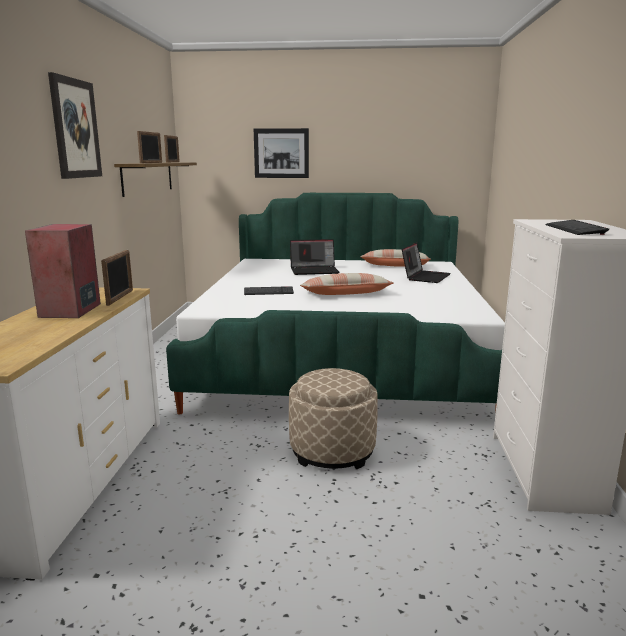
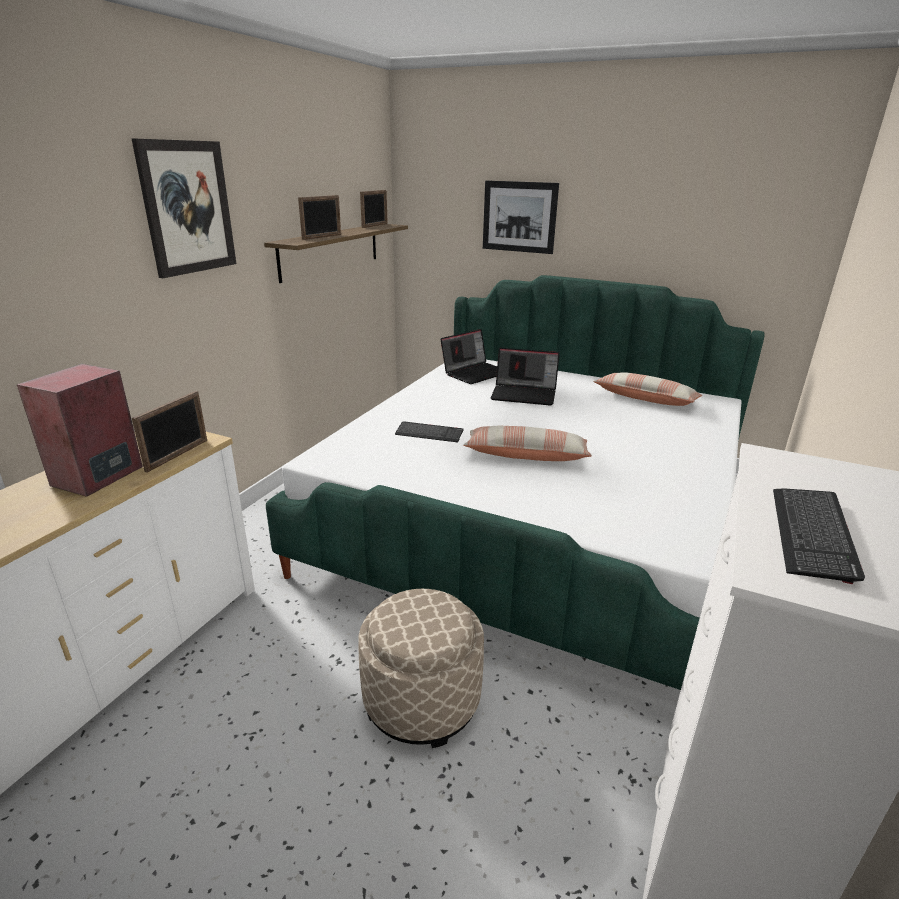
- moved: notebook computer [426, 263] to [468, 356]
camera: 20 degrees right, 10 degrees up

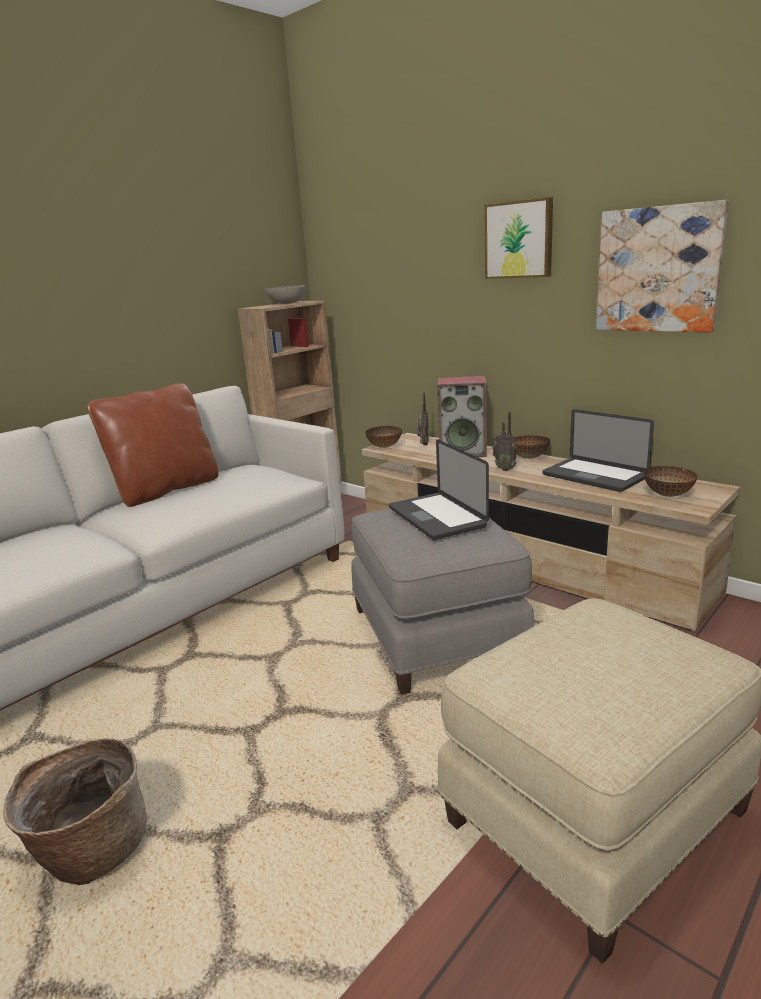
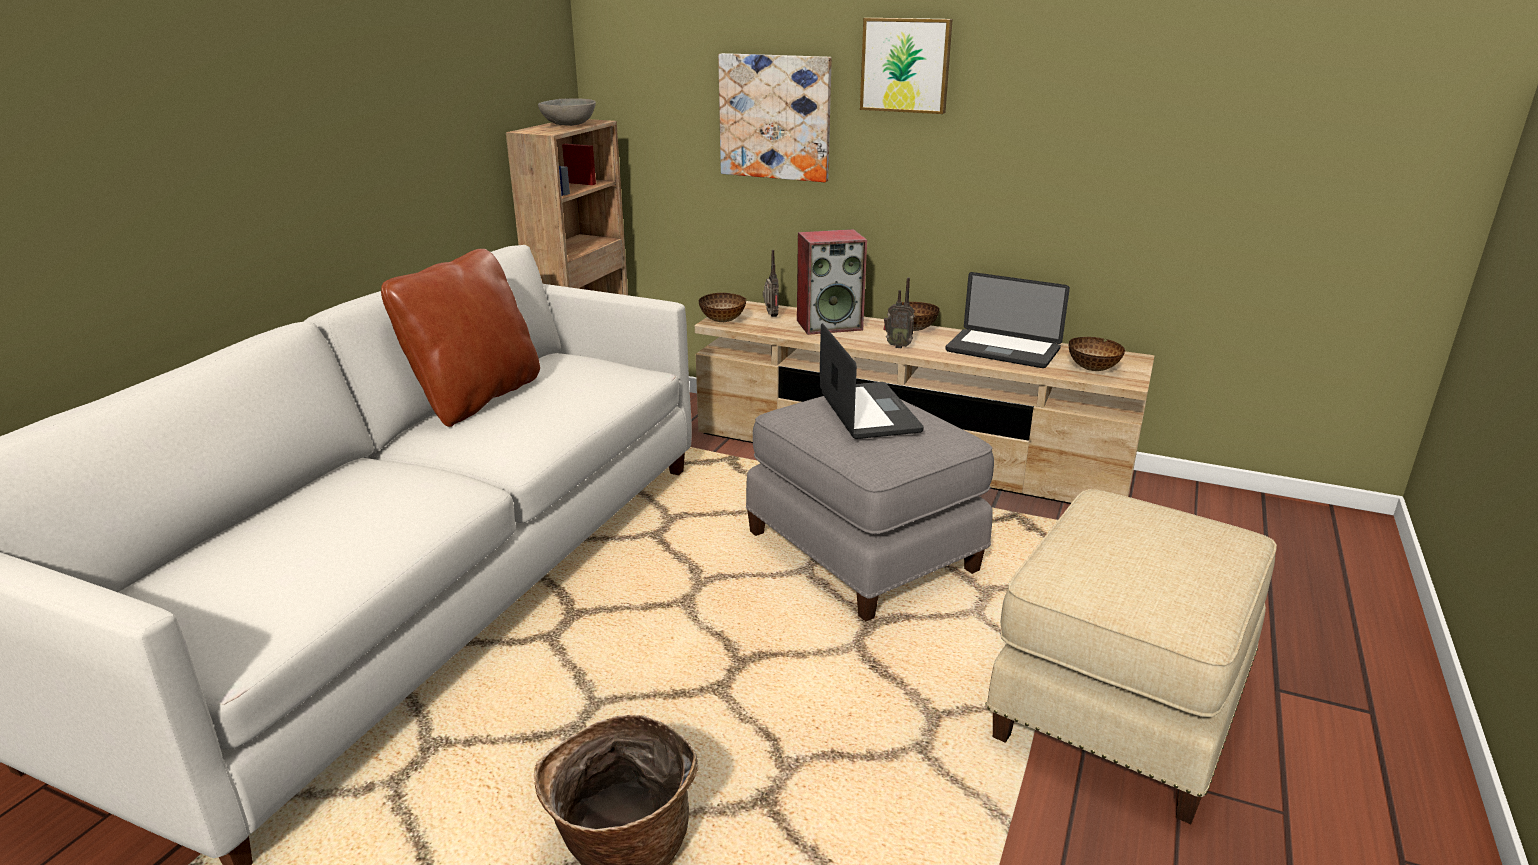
- moved: picture [662, 266] to [775, 117]
- turned: notebook computer [439, 489] = [871, 381] 150 degrees counterclockwise
camera: 20 degrees left, 5 degrees up

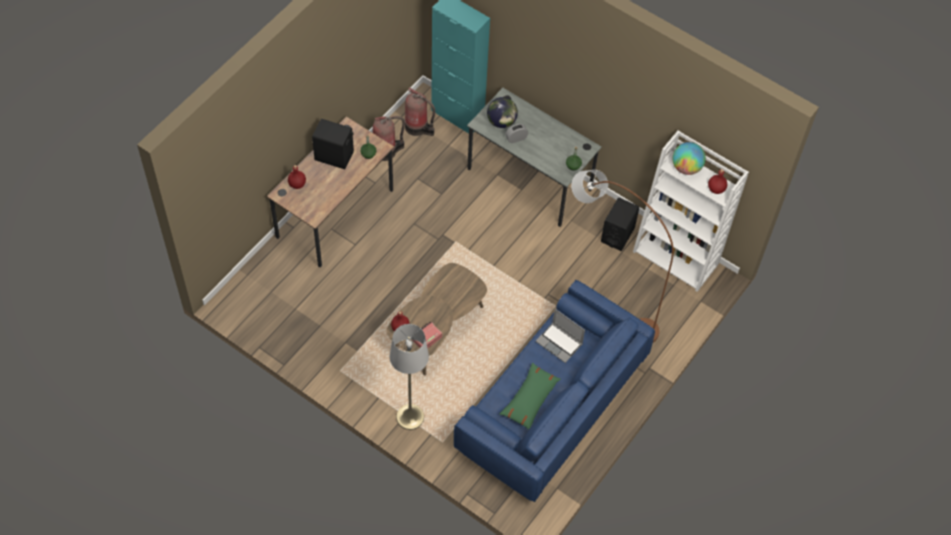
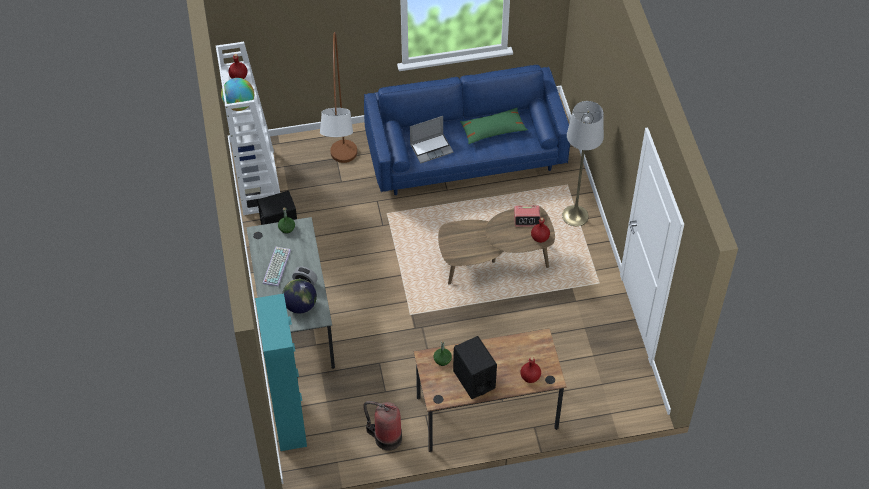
- removed: fire extinguisher [420, 111]
- added: computer keyboard [277, 267]
- turned: notebook computer [560, 336] = [432, 139] 75 degrees clockwise
camera: 135 degrees left, 5 degrees down

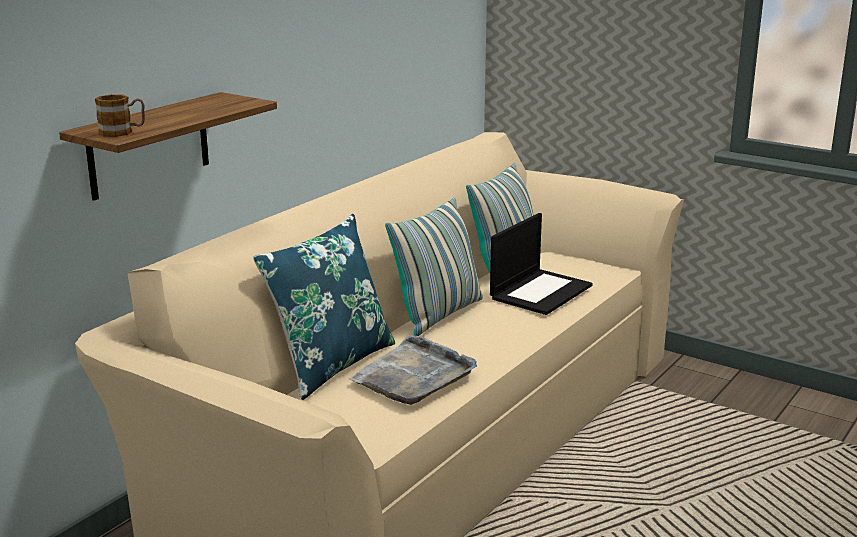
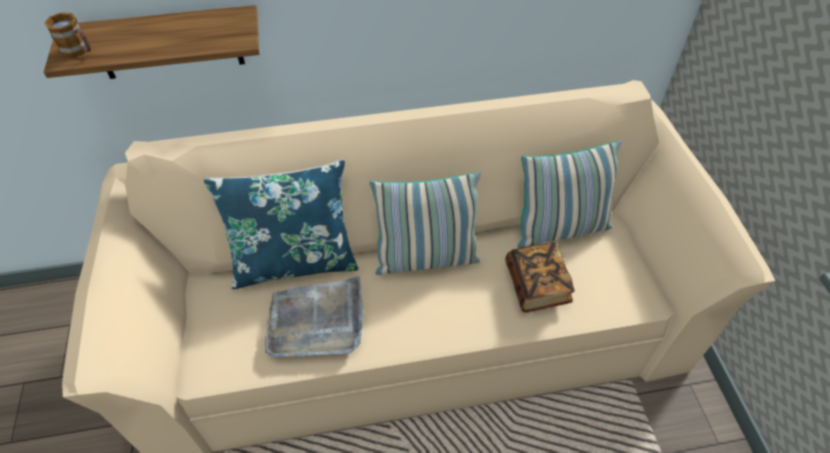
- replaced: notebook computer [541, 264] to book [540, 277]
camera: 45 degrees right, 30 degrees up

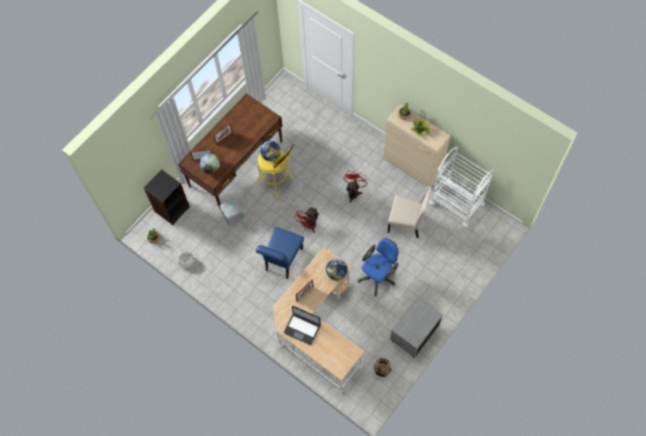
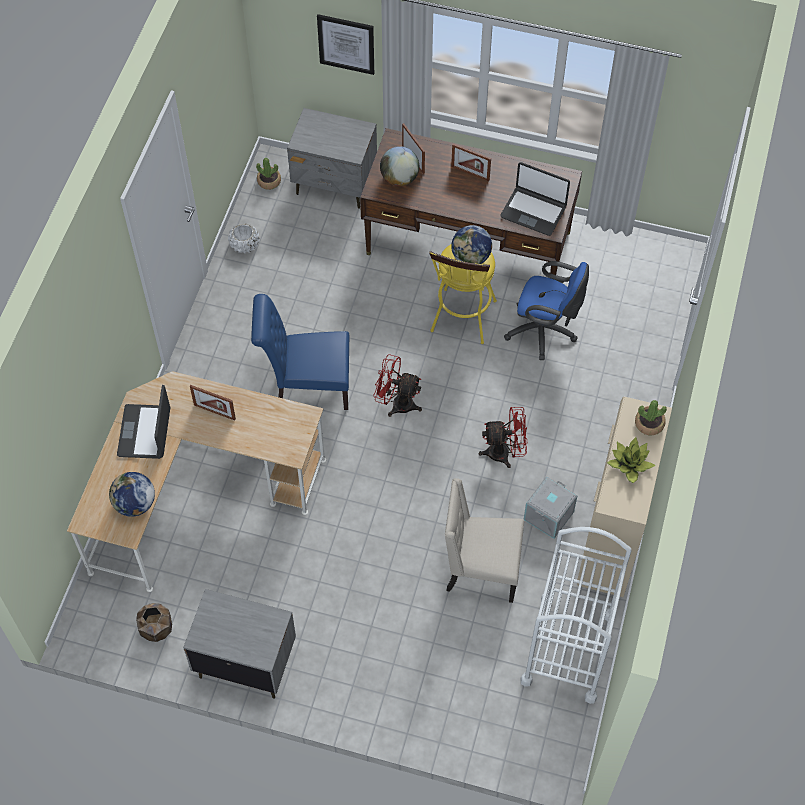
- added: picture [345, 44]
- added: notebook computer [535, 199]
- moved: storage box/grey [232, 211] to [550, 507]
- moved: desk globe [337, 270] to [132, 494]
- moved: office chair/blue [377, 267] to [546, 310]
- replaced: bookshelf/black [167, 197] to night table/grey [332, 158]
- turned: chair/sand-coloured [410, 212] = [484, 540] 105 degrees clockwise
camera: 65 degrees right, 5 degrees down

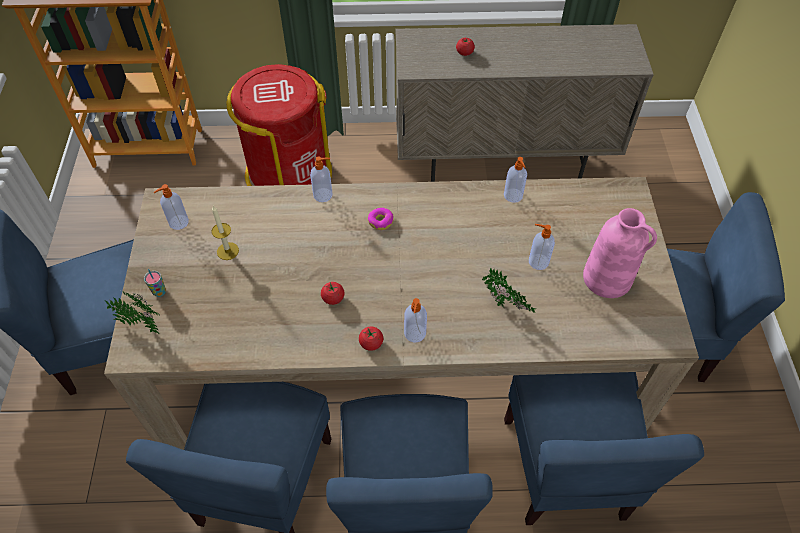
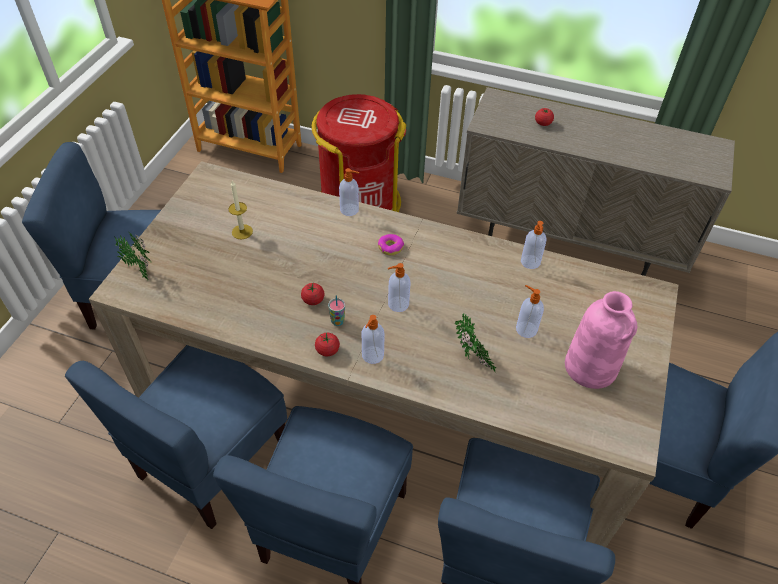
- moved: cup [155, 283] to [336, 310]
- moved: soap bottle [171, 207] to [399, 287]
camera: 20 degrees right, 5 degrees down

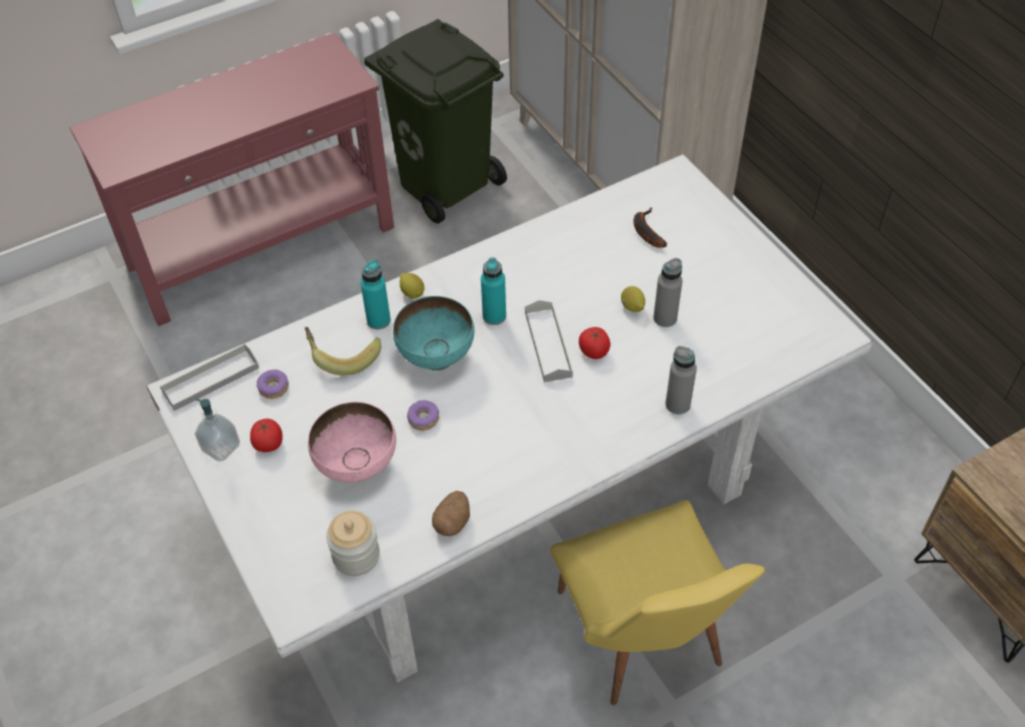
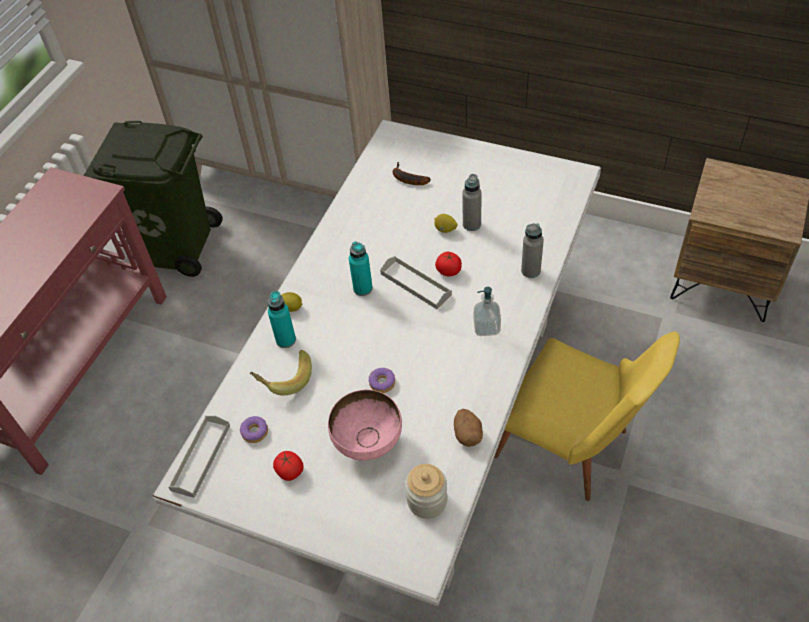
- removed: bowl/turquoise-coloured [433, 333]
- moved: soap bottle [217, 430] to [487, 311]
camera: 35 degrees left, 0 degrees up

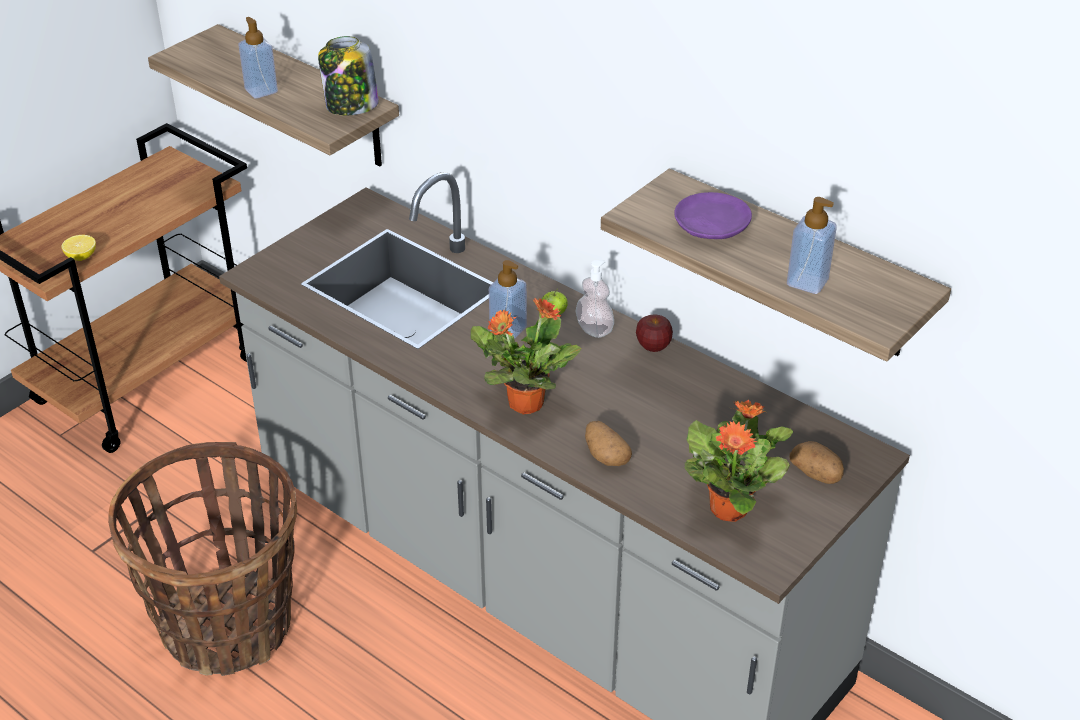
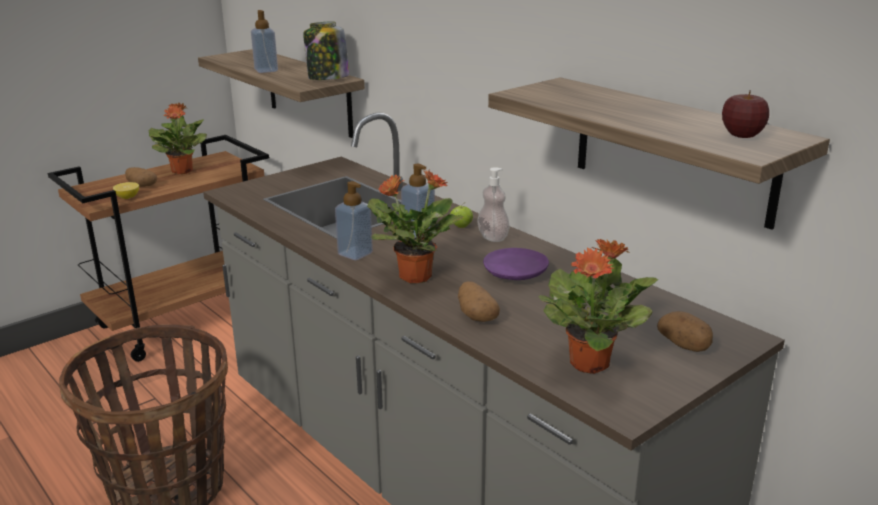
- added: whole potato [141, 177]
- added: potted plant [178, 138]
- moved: apple fruit [654, 333] to [745, 114]
- moved: dinner plate/purplish [713, 215] to [516, 264]
- moved: soap bottle [812, 245] to [354, 220]
camera: 10 degrees right, 15 degrees down

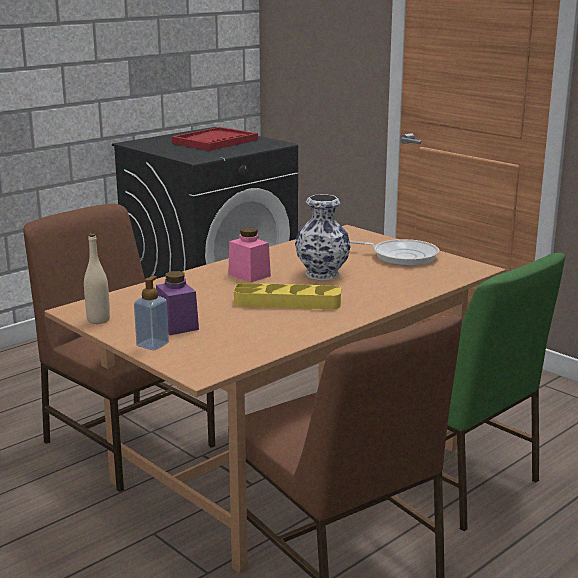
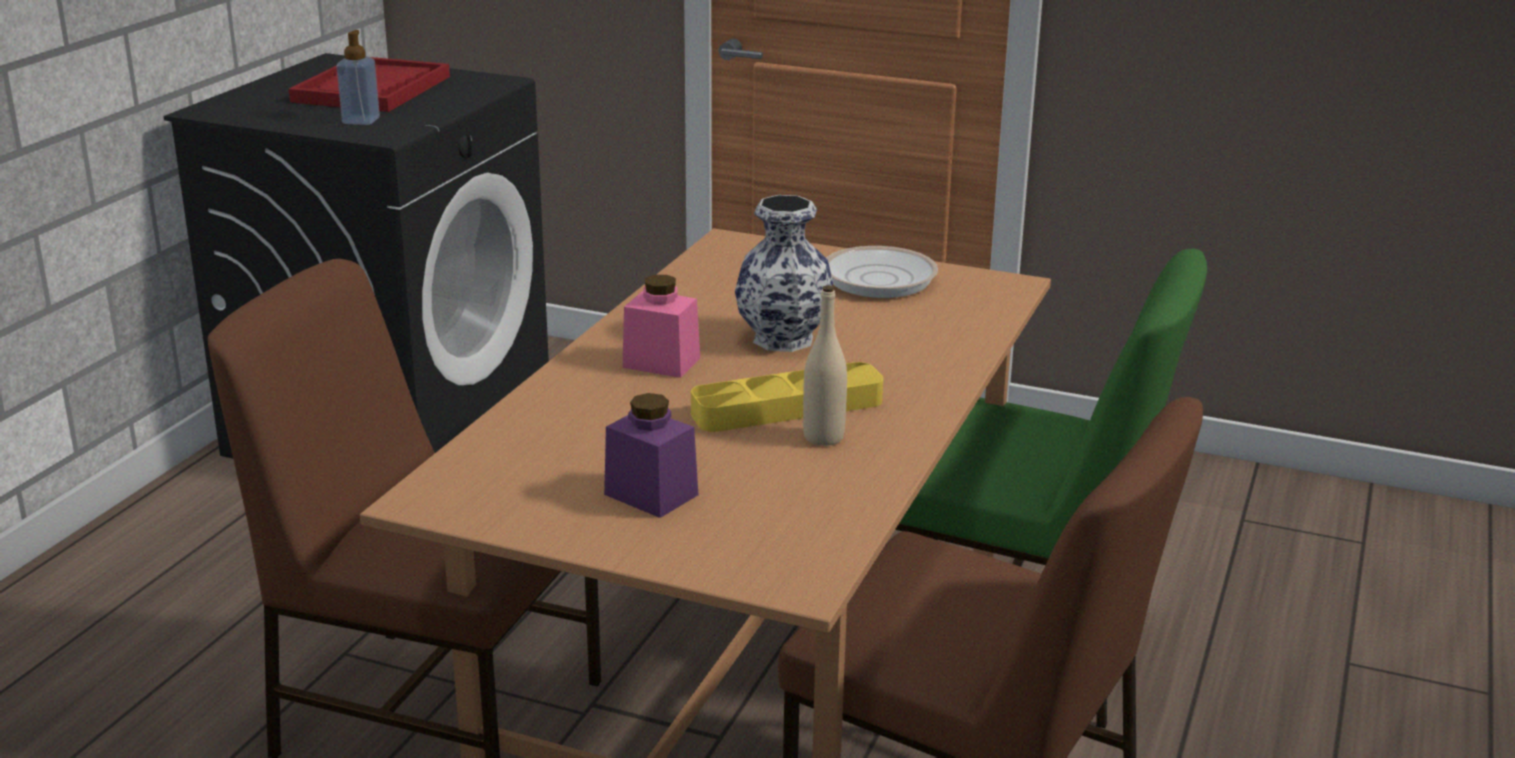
- moved: drink bottle/sand-coloured [97, 279] to [825, 365]
- moved: soap bottle [151, 313] to [358, 77]
camera: 25 degrees left, 5 degrees up

